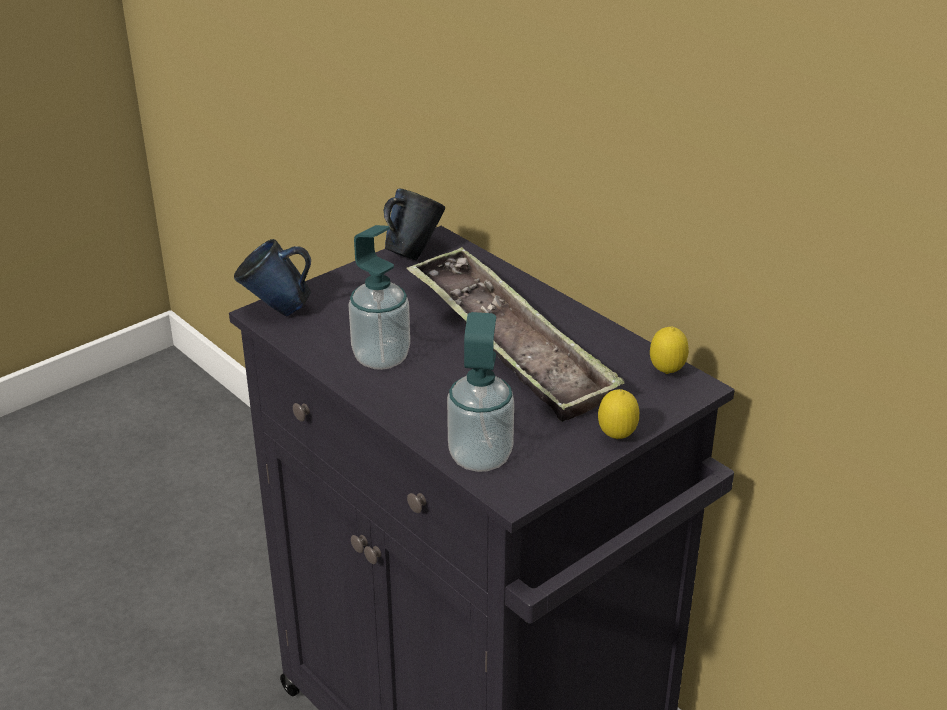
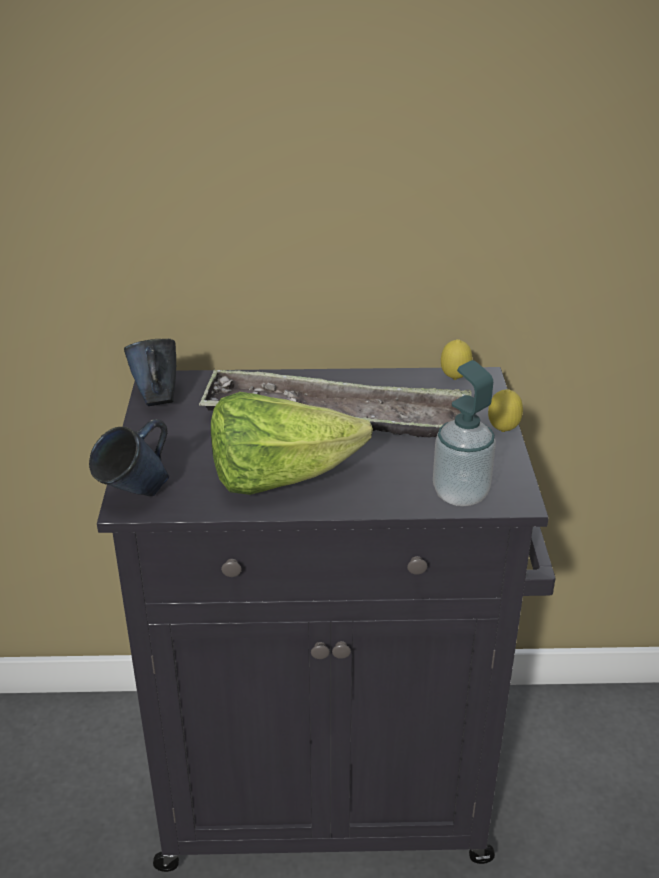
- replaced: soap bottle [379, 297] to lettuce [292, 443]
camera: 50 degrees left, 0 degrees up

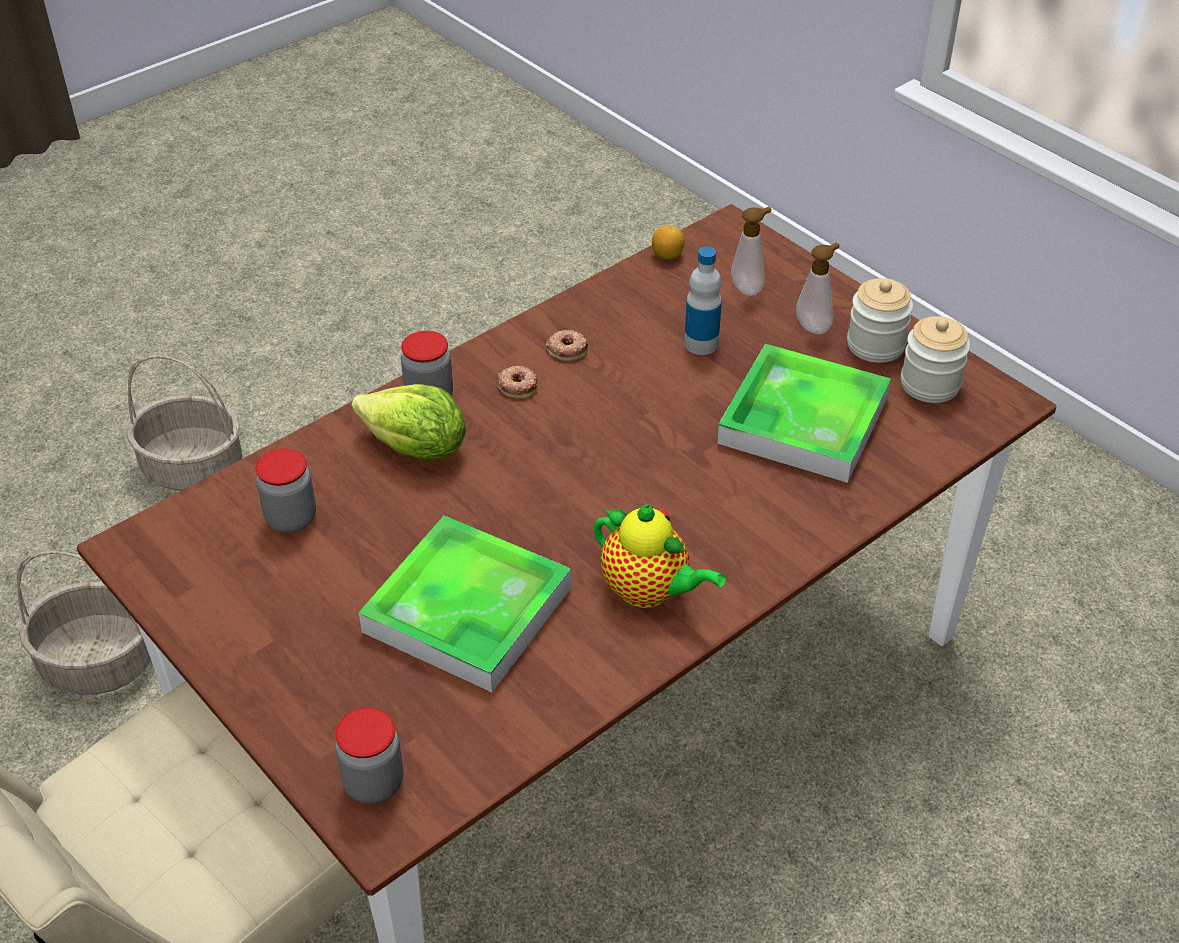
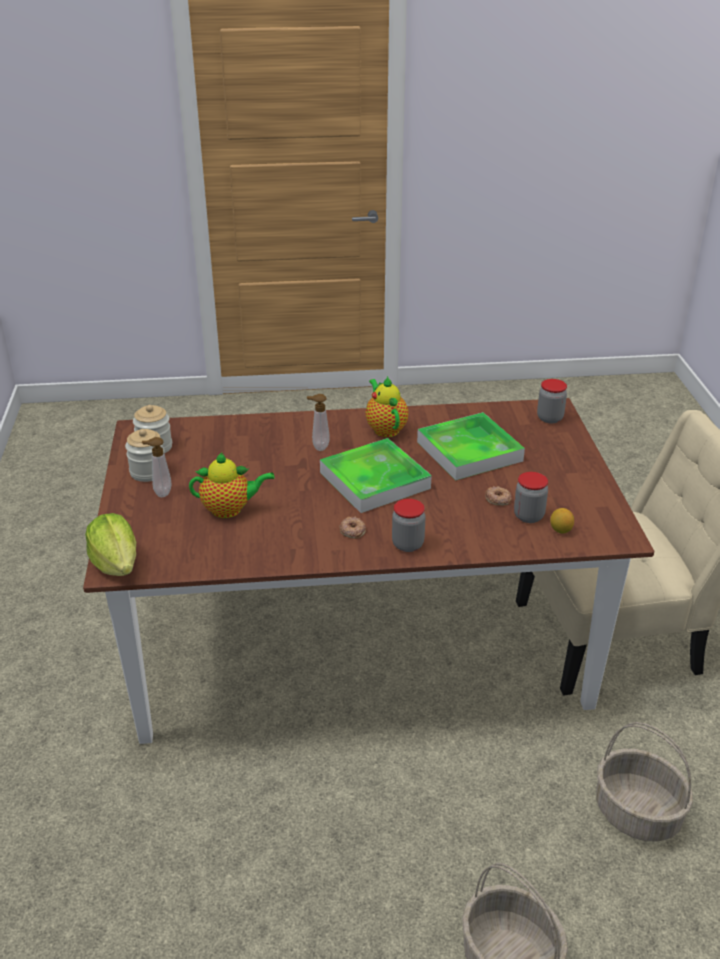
- moved: lettuce [409, 422] to [110, 544]
- moved: ring doughnut [567, 345] to [498, 496]
- moved: citrus fruit [668, 242] to [562, 521]
- moved: tray [804, 413] to [376, 475]
- moved: soap bottle [751, 251] to [318, 422]
- replaced: drink bottle [703, 300] to teapot [231, 485]
camera: 145 degrees left, 10 degrees down

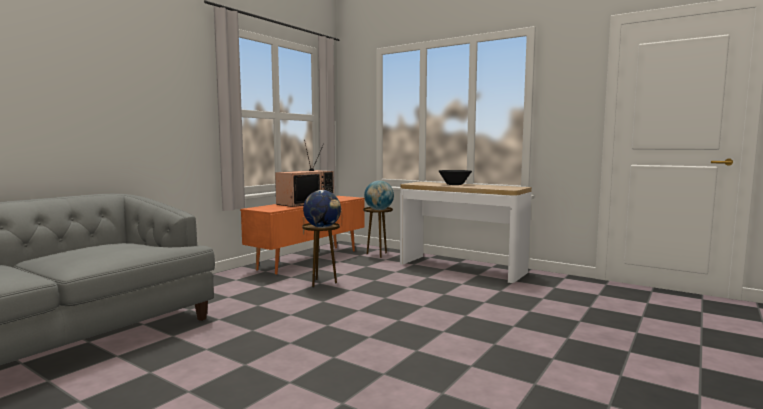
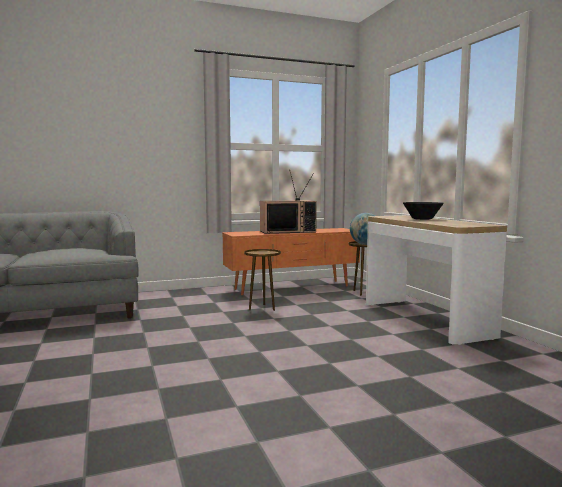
- removed: desk globe [322, 209]
camera: 35 degrees right, 0 degrees up

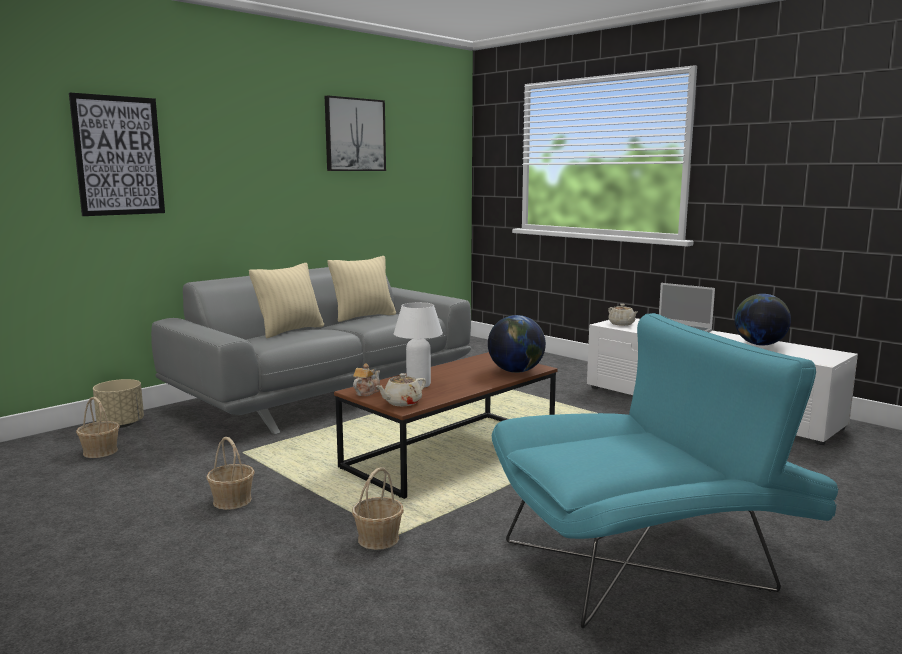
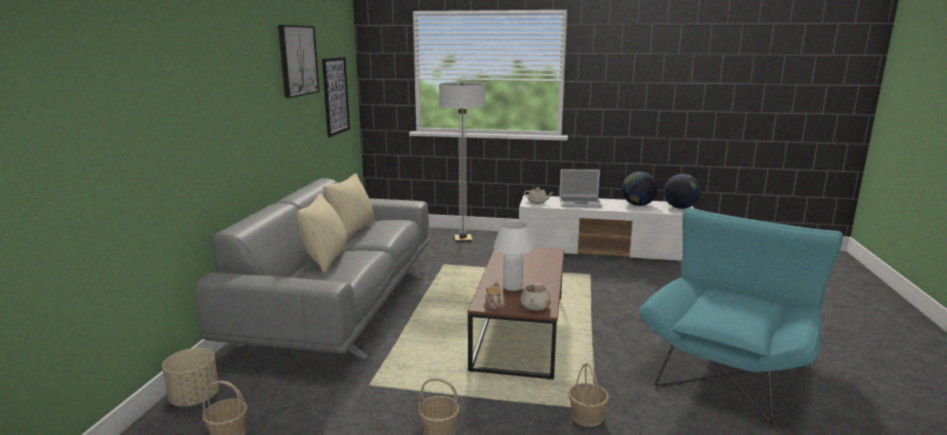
- added: floor lamp [462, 162]
- moved: picture [117, 154] to [336, 97]
- moved: desk globe [517, 344] to [682, 191]
camera: 35 degrees left, 5 degrees up

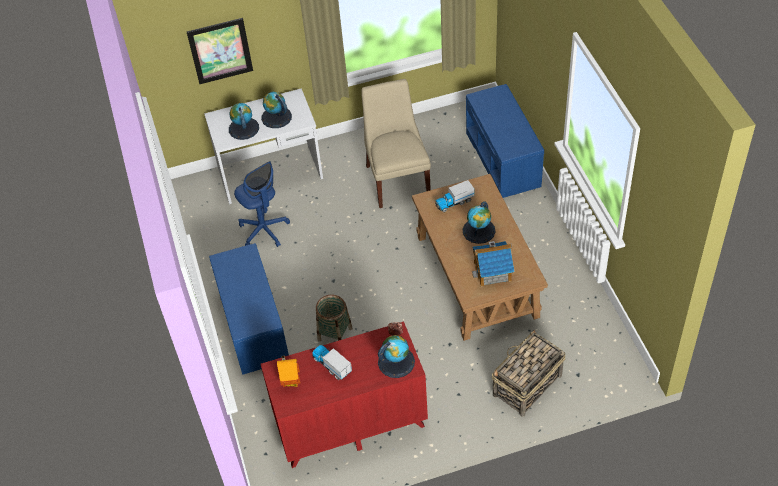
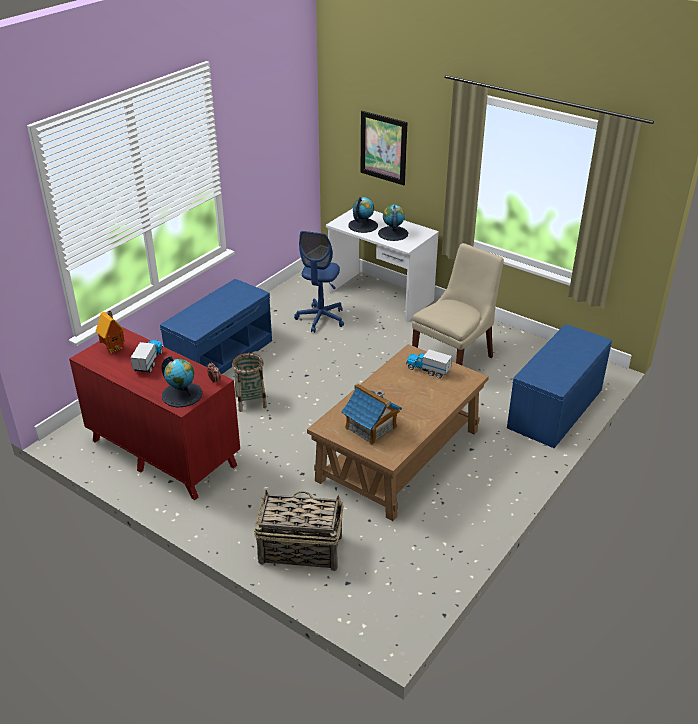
- removed: desk globe [479, 222]
camera: 50 degrees right, 15 degrees down

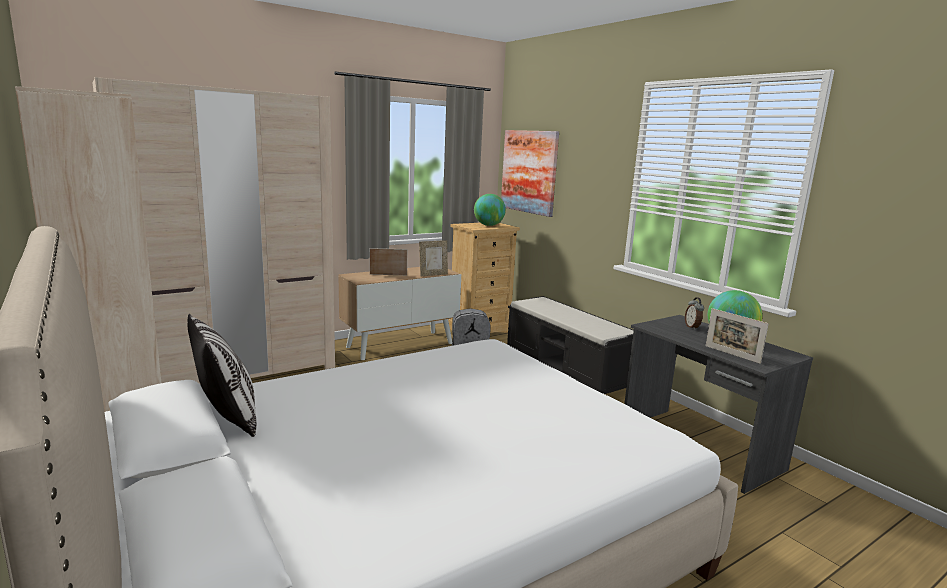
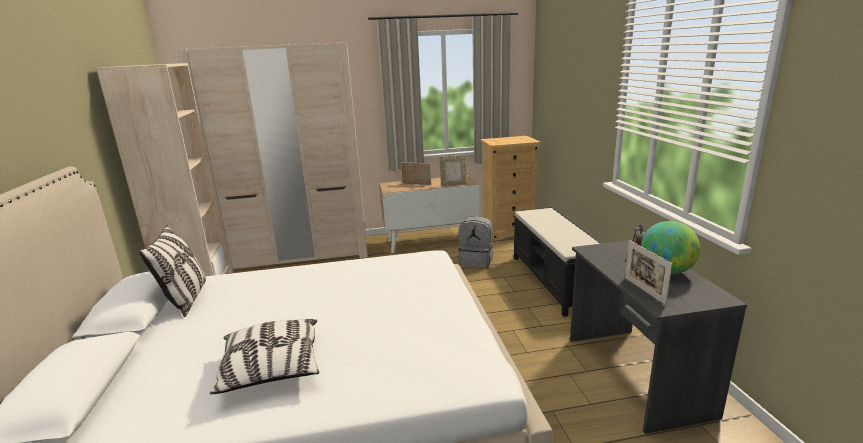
- removed: desk globe [490, 210]
- removed: picture [530, 173]
- added: cushion [264, 357]
camera: 25 degrees right, 5 degrees up

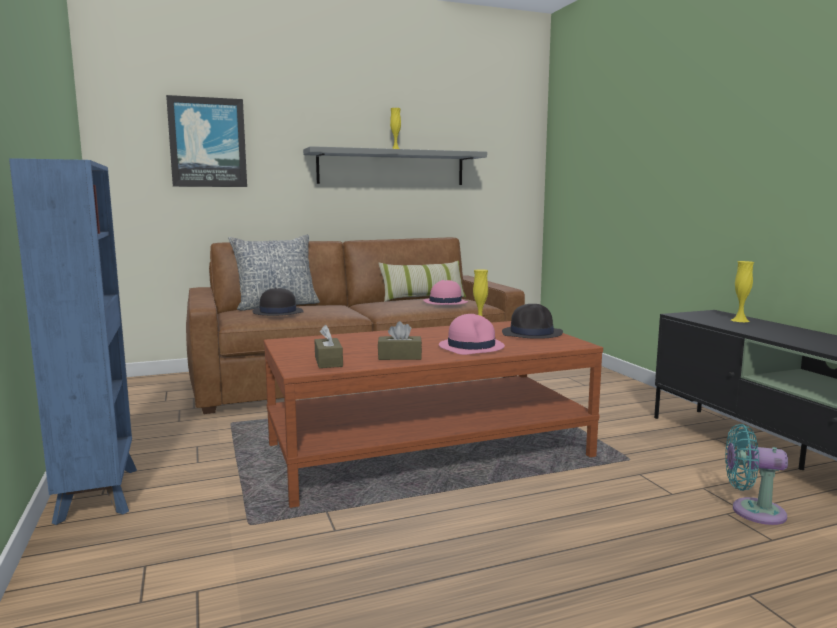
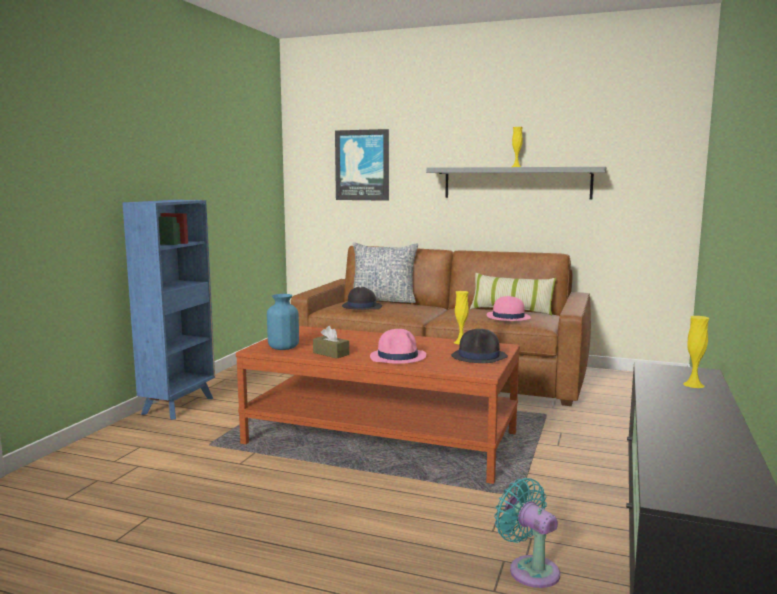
- replaced: box of tissues/brown-coloured [329, 346] to vase/blue [283, 322]
camera: 40 degrees right, 0 degrees up

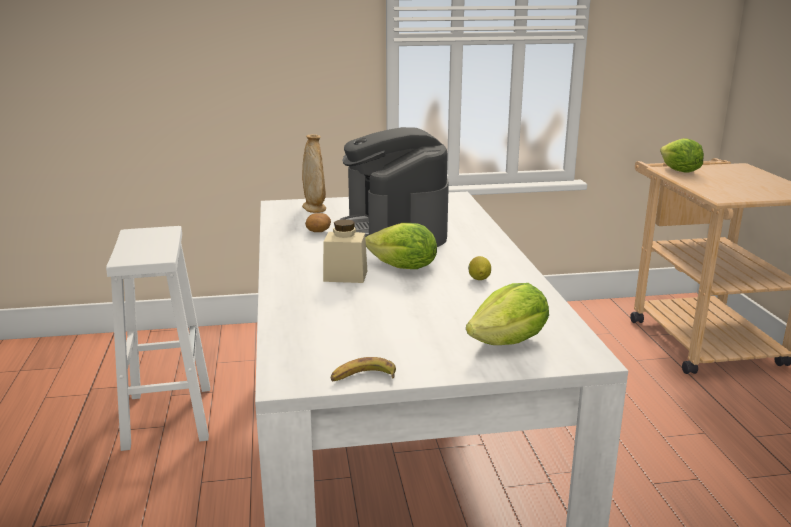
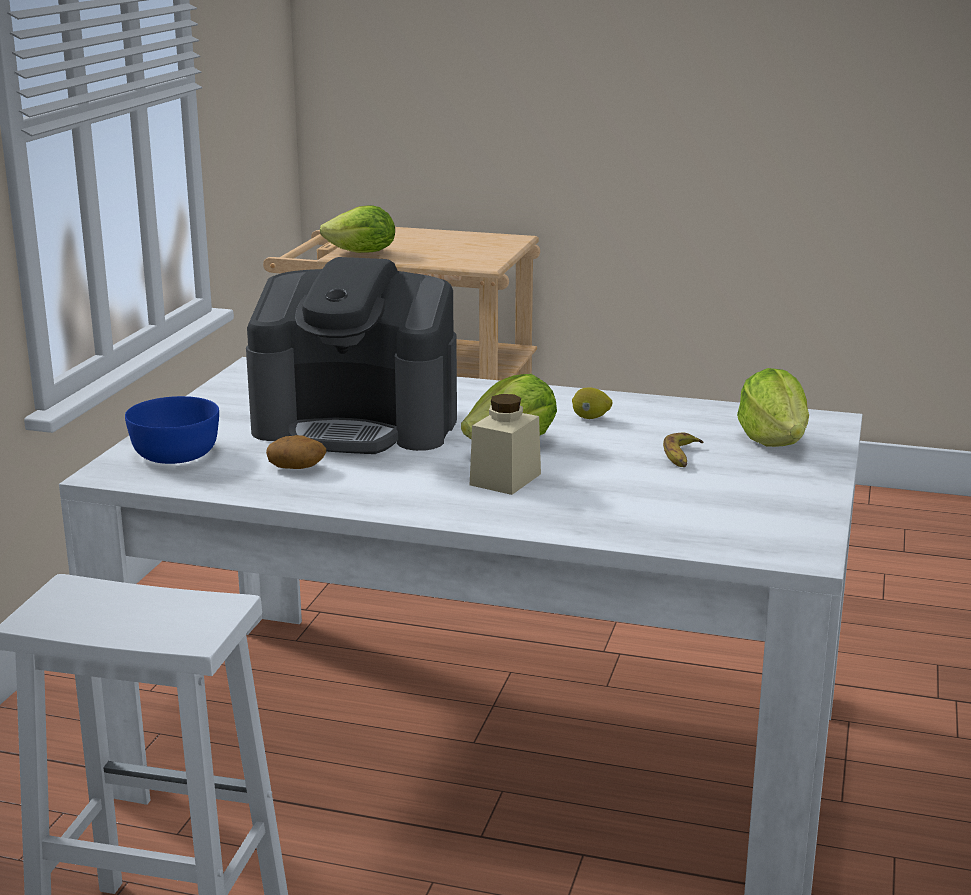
- moved: banana [363, 369] to [683, 450]
- replaced: vase/sand-coloured [314, 173] to bowl/blue [172, 430]
camera: 65 degrees left, 0 degrees up

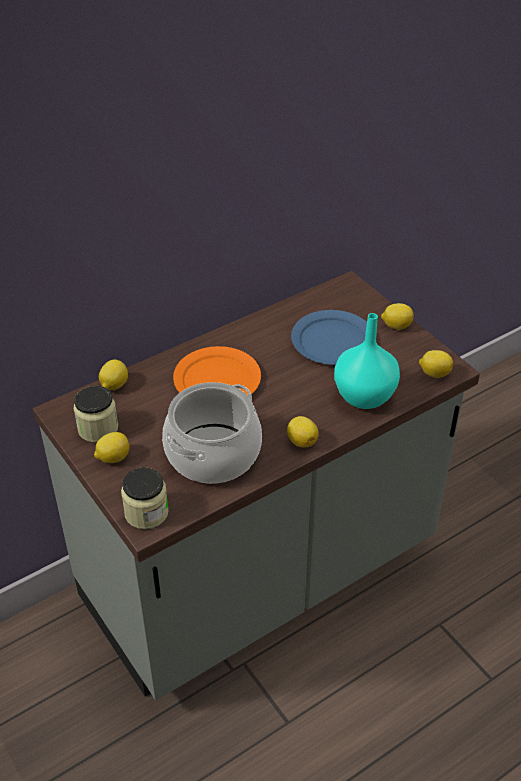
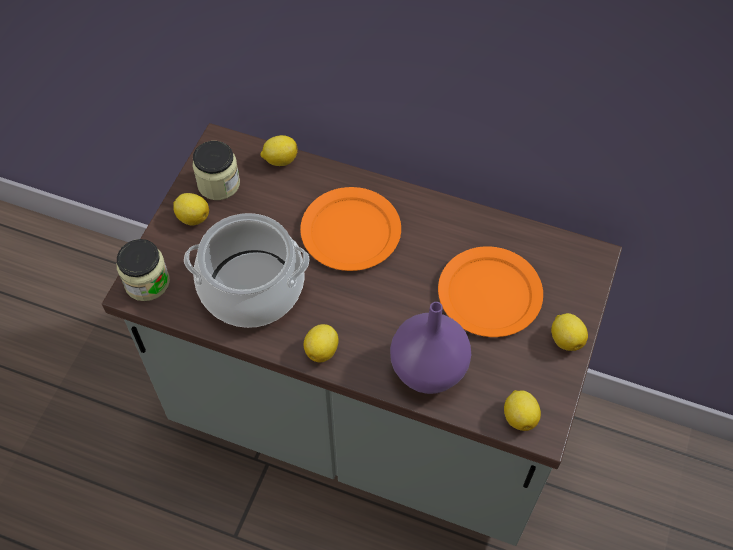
- recoloured: dinner plate/blue [329, 337] to dinner plate/orange-coloured [490, 291]
- recoloured: vase/turquoise-coloured [367, 361] to vase/purplish [430, 348]
camera: 55 degrees right, 15 degrees up

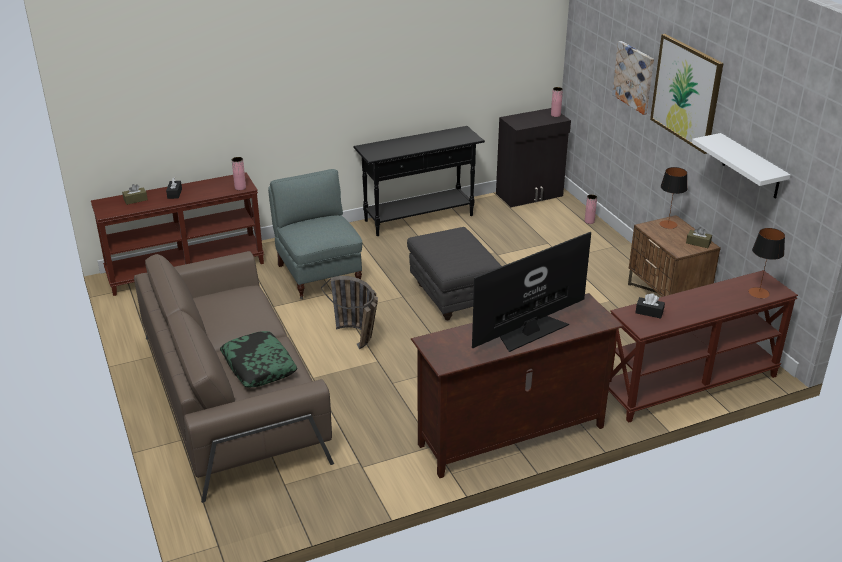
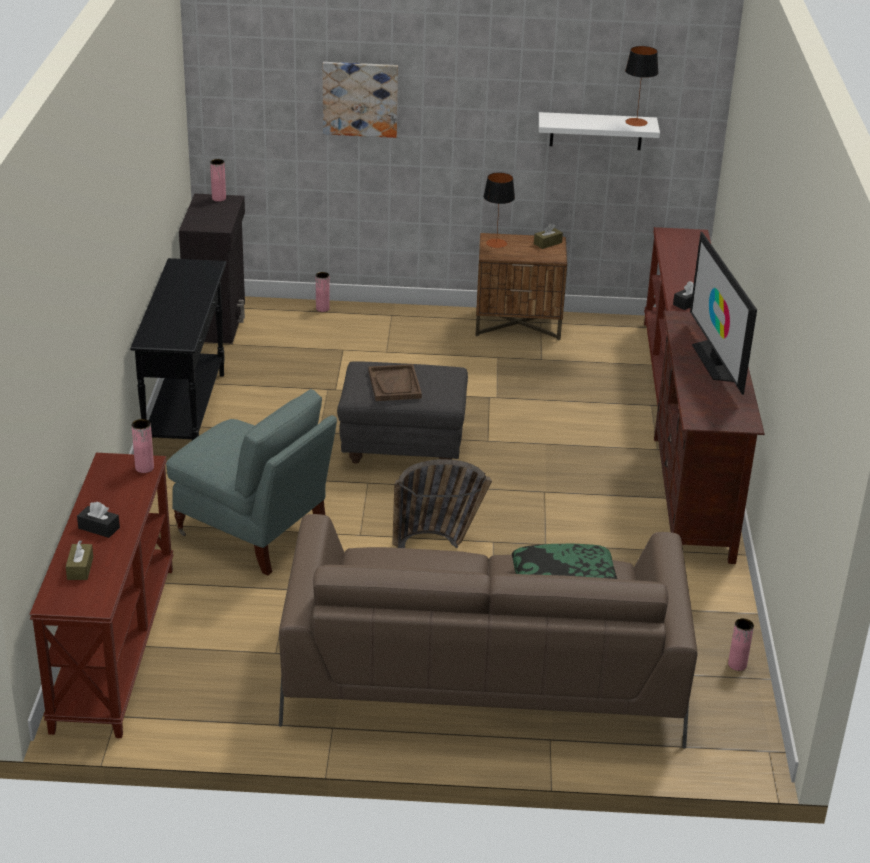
- removed: picture [687, 94]
- added: tray/brown-coloured [395, 382]
- added: vase/pink-coloured [741, 644]
- moved: tabletop lamp [767, 263] to [641, 86]
- turned: lounge chair/grey [315, 234] = [251, 482] 150 degrees counterclockwise
camera: 65 degrees left, 0 degrees up

